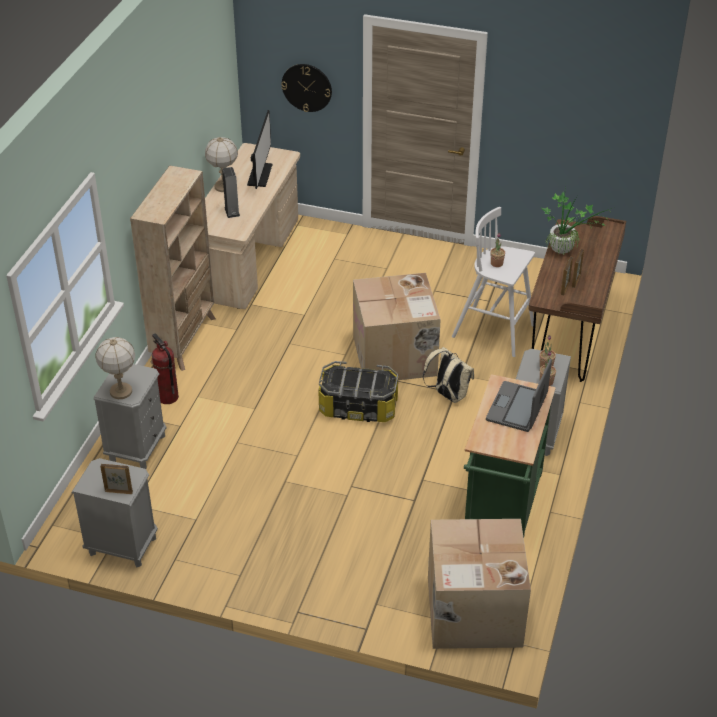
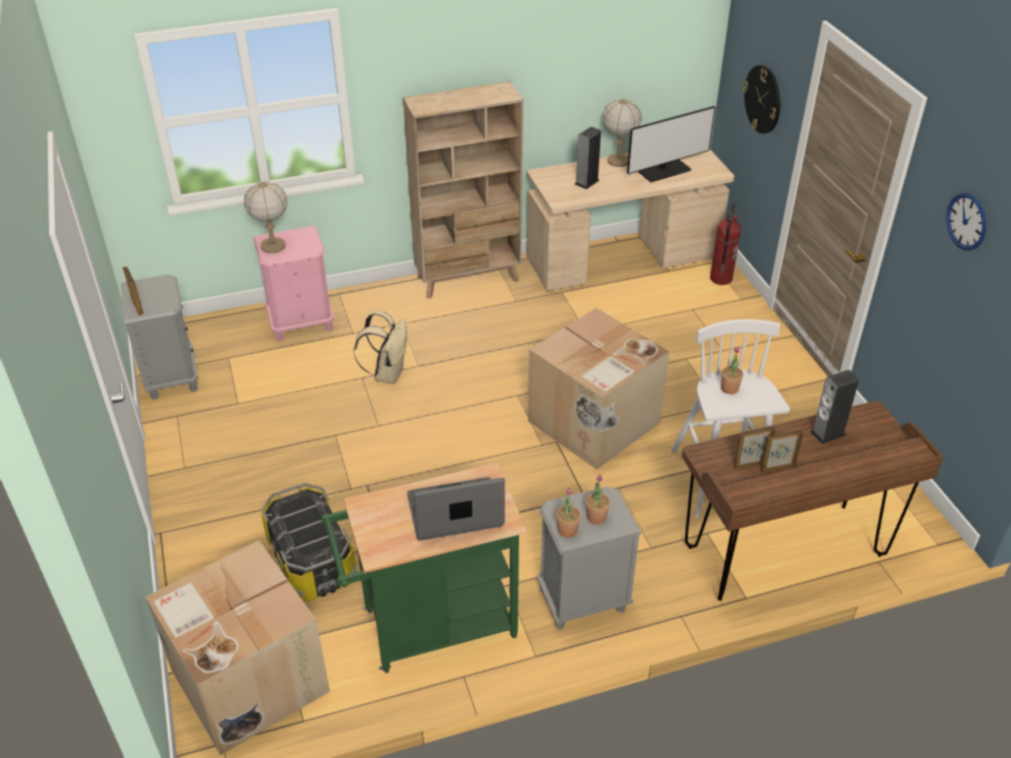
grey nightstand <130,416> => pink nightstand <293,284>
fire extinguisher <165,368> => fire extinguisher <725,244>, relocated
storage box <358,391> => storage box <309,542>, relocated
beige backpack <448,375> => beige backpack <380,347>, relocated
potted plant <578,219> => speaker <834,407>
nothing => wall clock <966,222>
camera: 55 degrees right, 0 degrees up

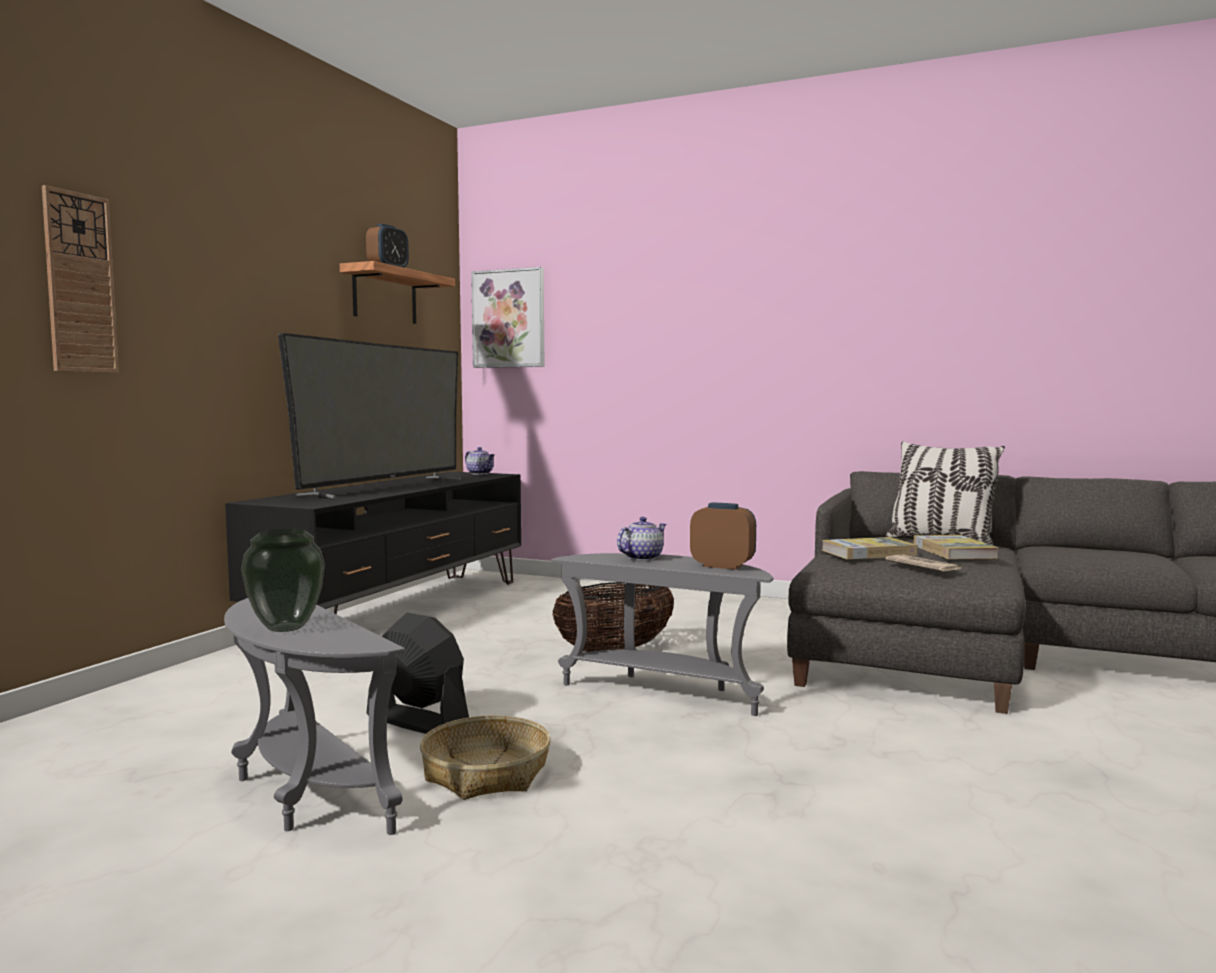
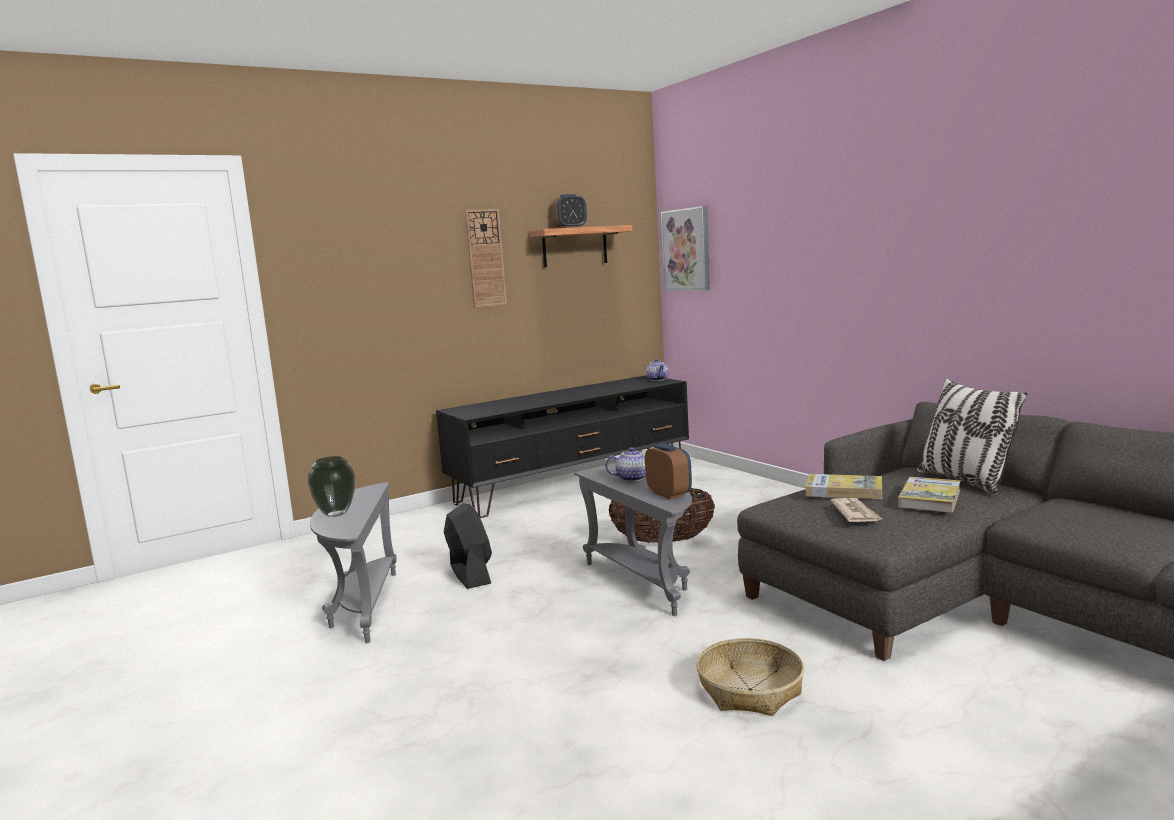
wall clock <80,279> => wall clock <486,258>, relocated
television <369,416> => nothing
basket <485,757> => basket <750,677>, relocated
camera: 35 degrees right, 5 degrees up

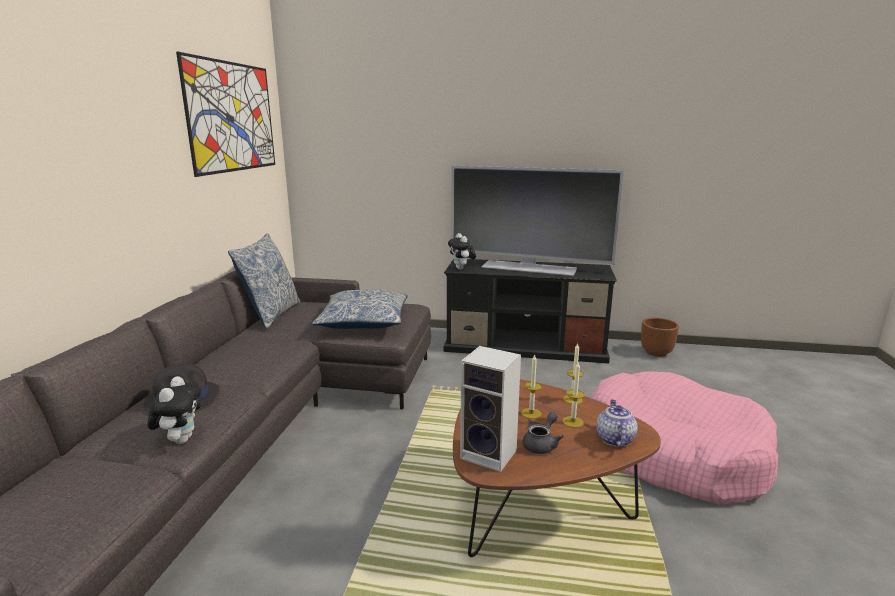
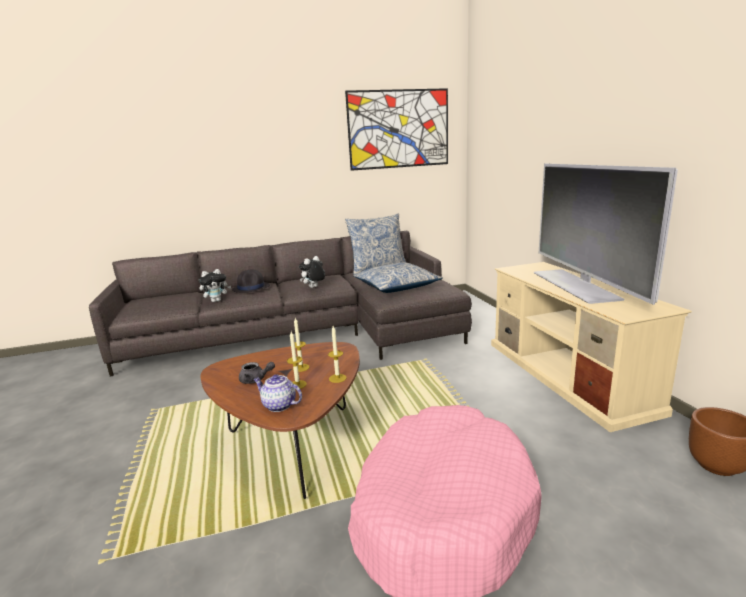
black tv stand <530,311> => beige tv stand <591,347>
plush toy <462,251> => plush toy <312,272>, relocated
speaker <490,409> => nothing
teapot <617,423> => teapot <277,393>, 135 degrees counterclockwise
camera: 65 degrees right, 0 degrees up

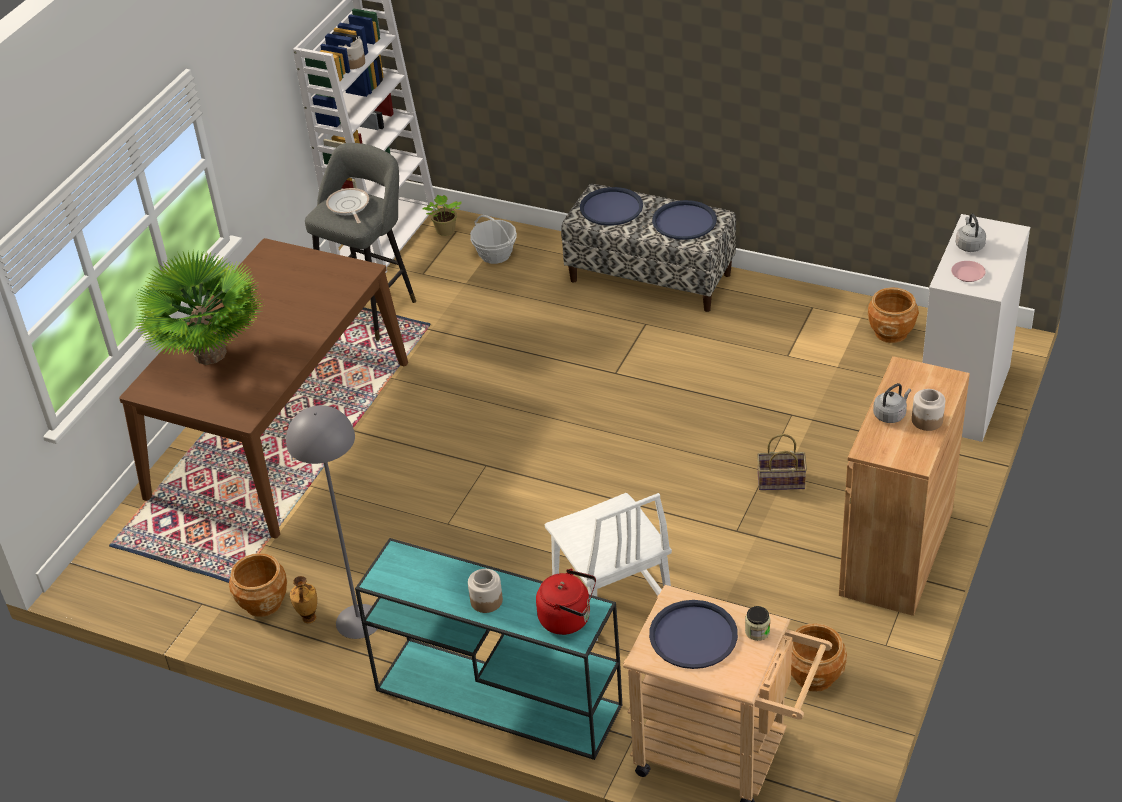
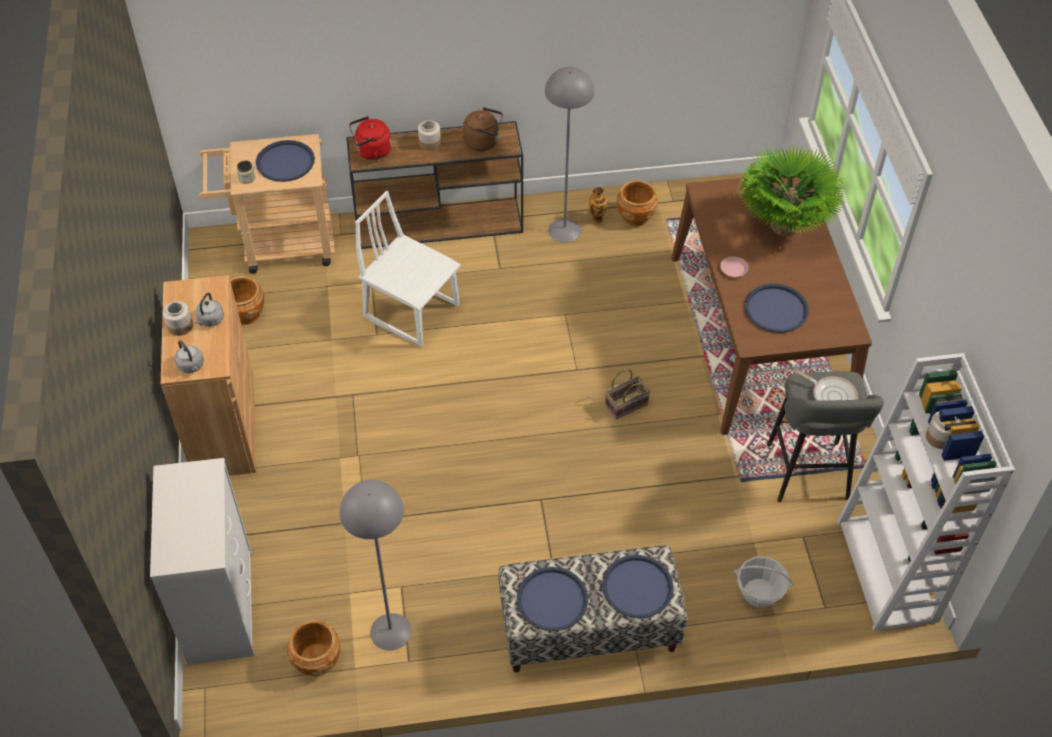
turquoise console table <488,649> => brown console table <434,185>
potted plant <442,215> => nothing
basket <782,462> => basket <627,394>, relocated
pink plate <968,271> => pink plate <734,266>, relocated
grey kettle <971,233> => grey kettle <189,356>, relocated
nothing => grey floor lamp <375,565>
nothing => brown kettle <483,129>
nothing => blue tray <777,308>
camera: 145 degrees right, 10 degrees up

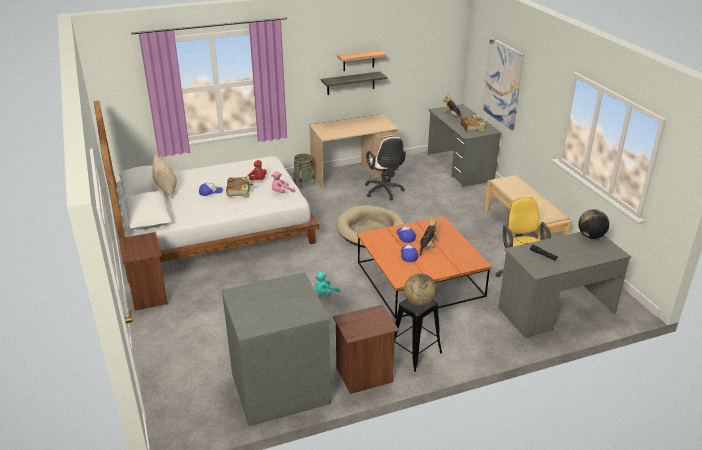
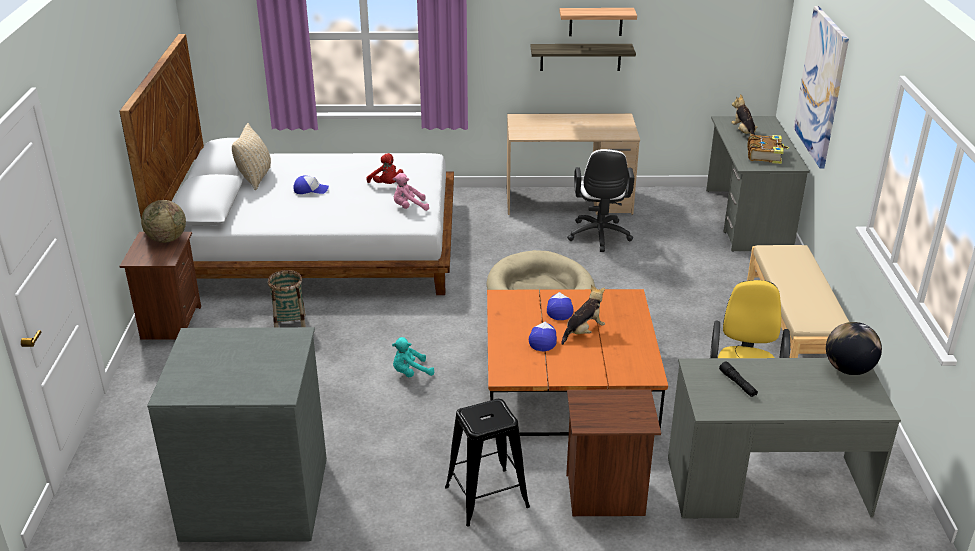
book <240,186> => nothing
basket <304,171> => basket <287,298>, relocated
brown nightstand <366,349> => brown nightstand <613,452>, relocated
globe <420,290> => globe <163,221>, relocated
camera: 20 degrees right, 0 degrees up

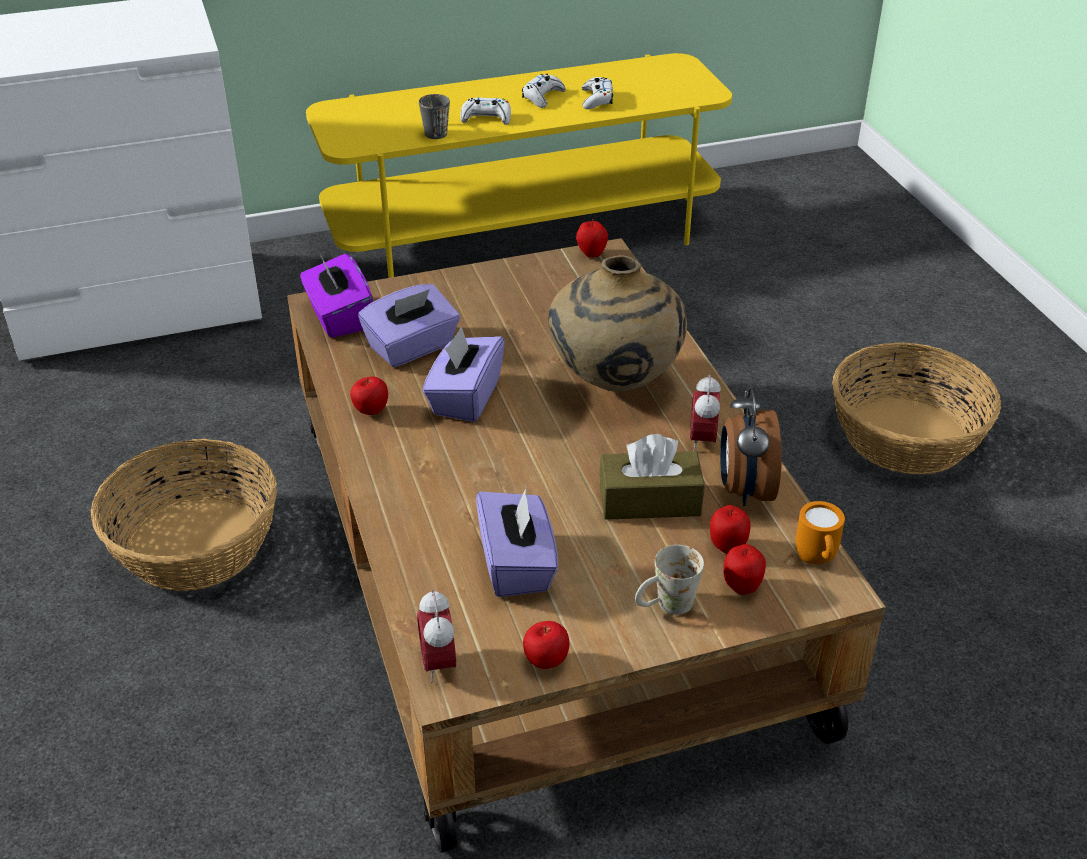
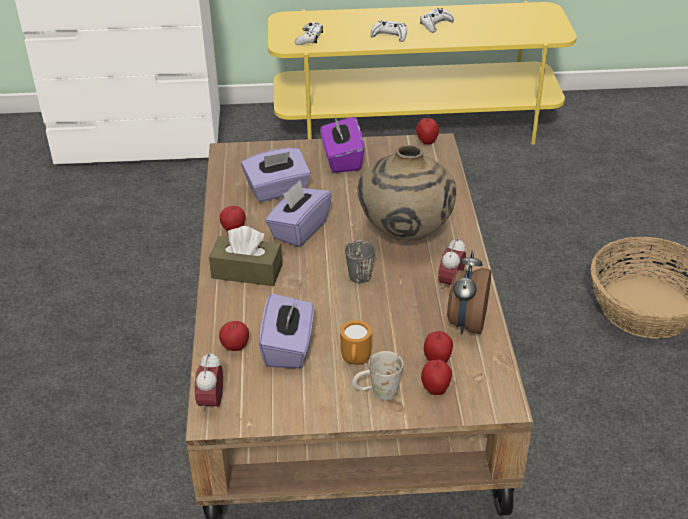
basket <184,514> => nothing
purple tissue box <336,296> => purple tissue box <343,144>, relocated
grey mug <434,116> => grey mug <360,261>, relocated
apple <546,645> => apple <234,336>, relocated
white game controller <597,93> => white game controller <309,33>, relocated
brown tissue box <652,477> => brown tissue box <246,256>, relocated
orange mug <820,532> => orange mug <356,342>, relocated
camera: 15 degrees right, 0 degrees up

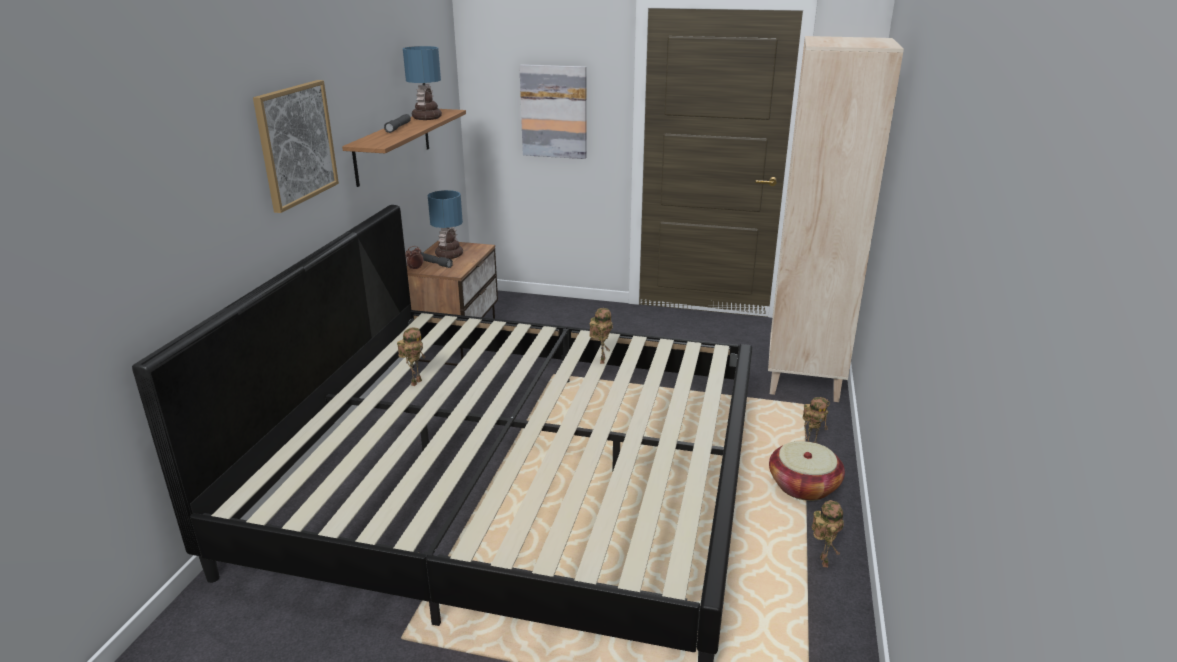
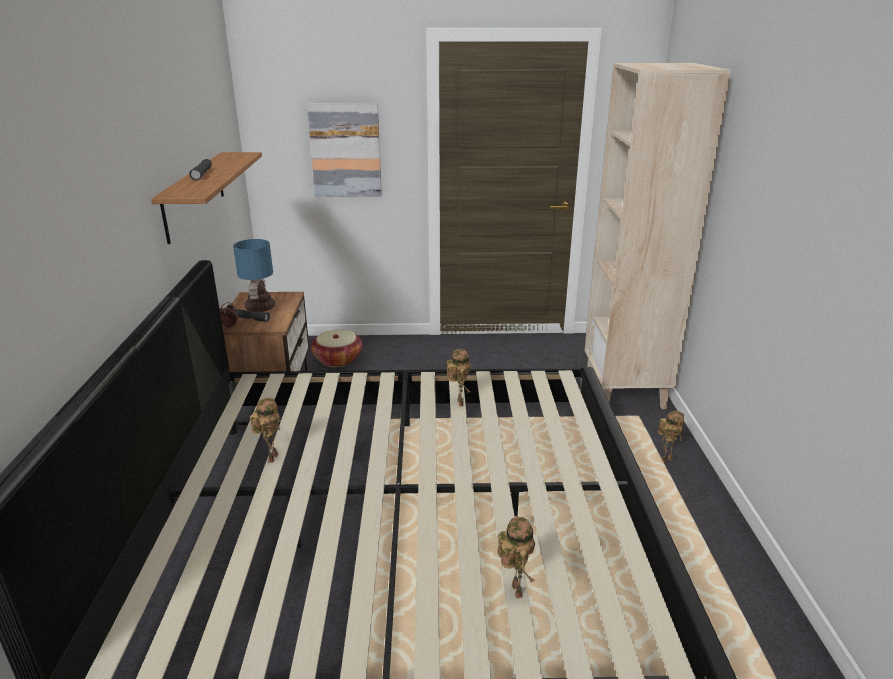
picture <296,146> => nothing
table lamp <422,83> => nothing
basket <807,471> => basket <337,348>, relocated
toy robot <827,533> => toy robot <516,557>, relocated
camera: 15 degrees left, 0 degrees up

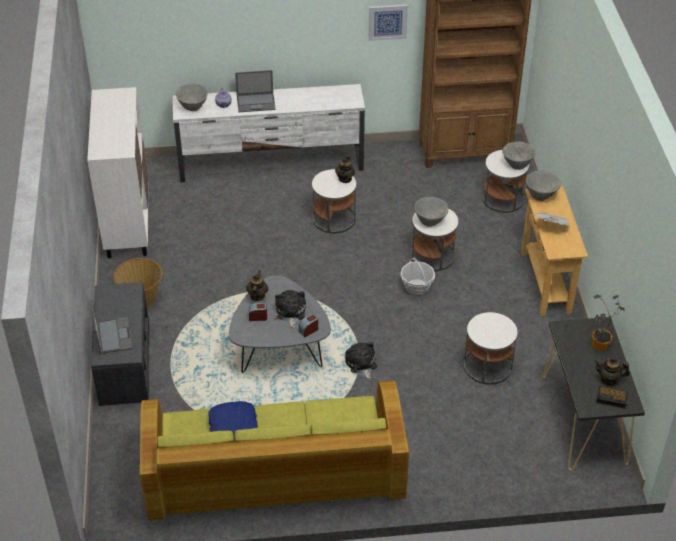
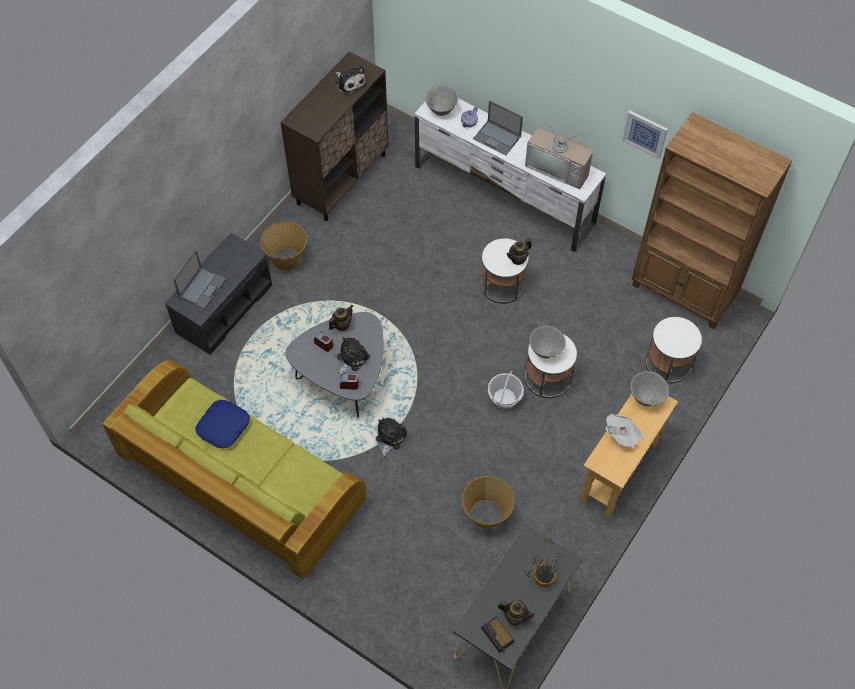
white cabinet <117,173> => brown cabinet <334,136>
white side table <490,348> => basket <488,502>
grey bowl <518,155> => nothing
teapot <612,371> => teapot <516,612>, 150 degrees clockwise
nothing => plush toy <350,80>
nothing => television <559,154>
camera: 40 degrees right, 15 degrees up

